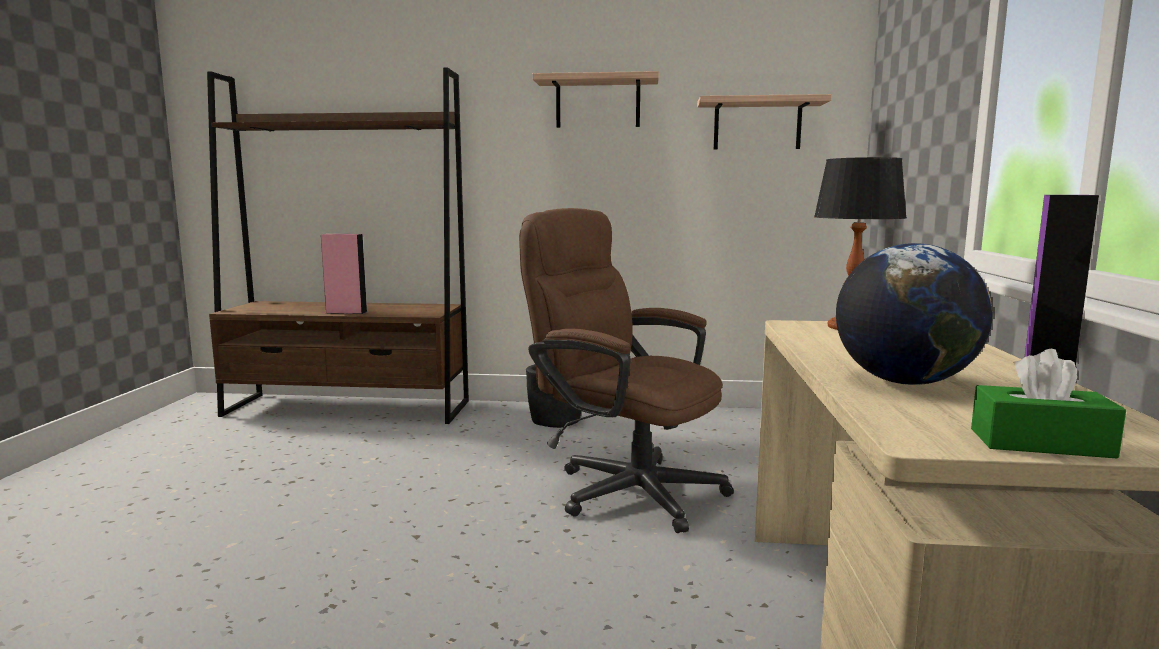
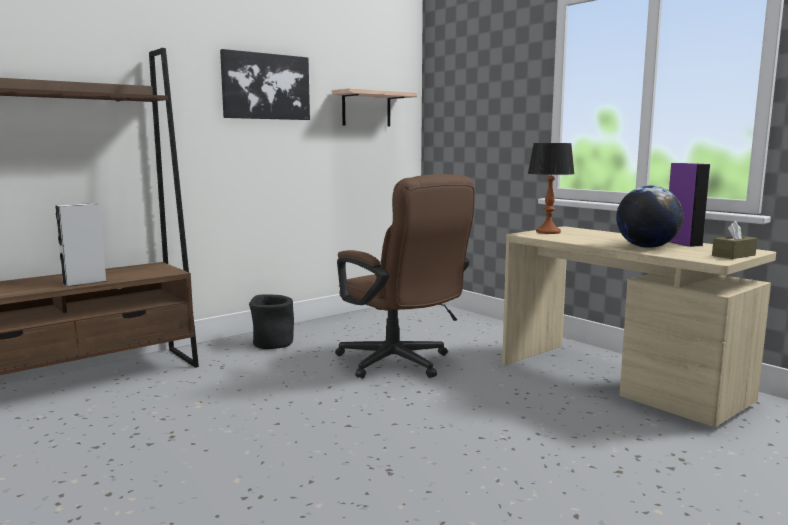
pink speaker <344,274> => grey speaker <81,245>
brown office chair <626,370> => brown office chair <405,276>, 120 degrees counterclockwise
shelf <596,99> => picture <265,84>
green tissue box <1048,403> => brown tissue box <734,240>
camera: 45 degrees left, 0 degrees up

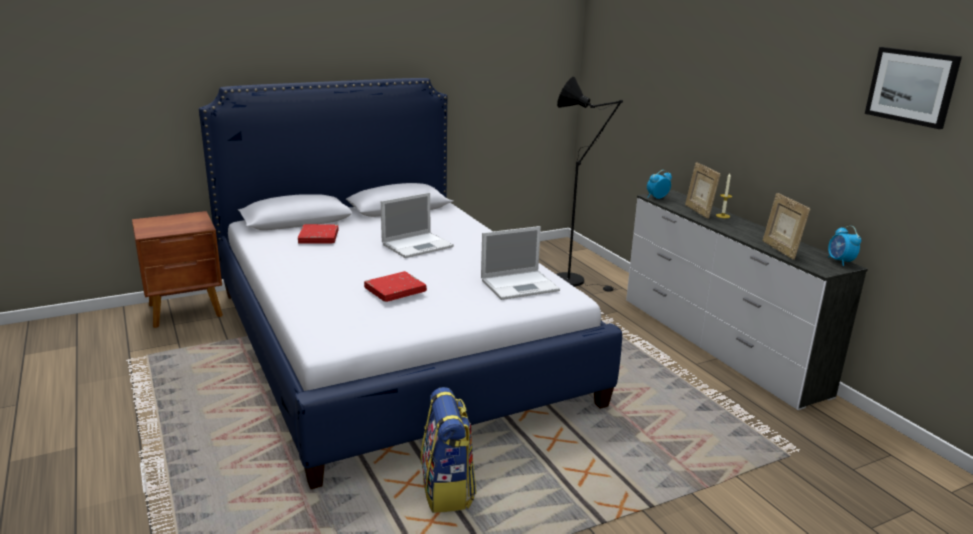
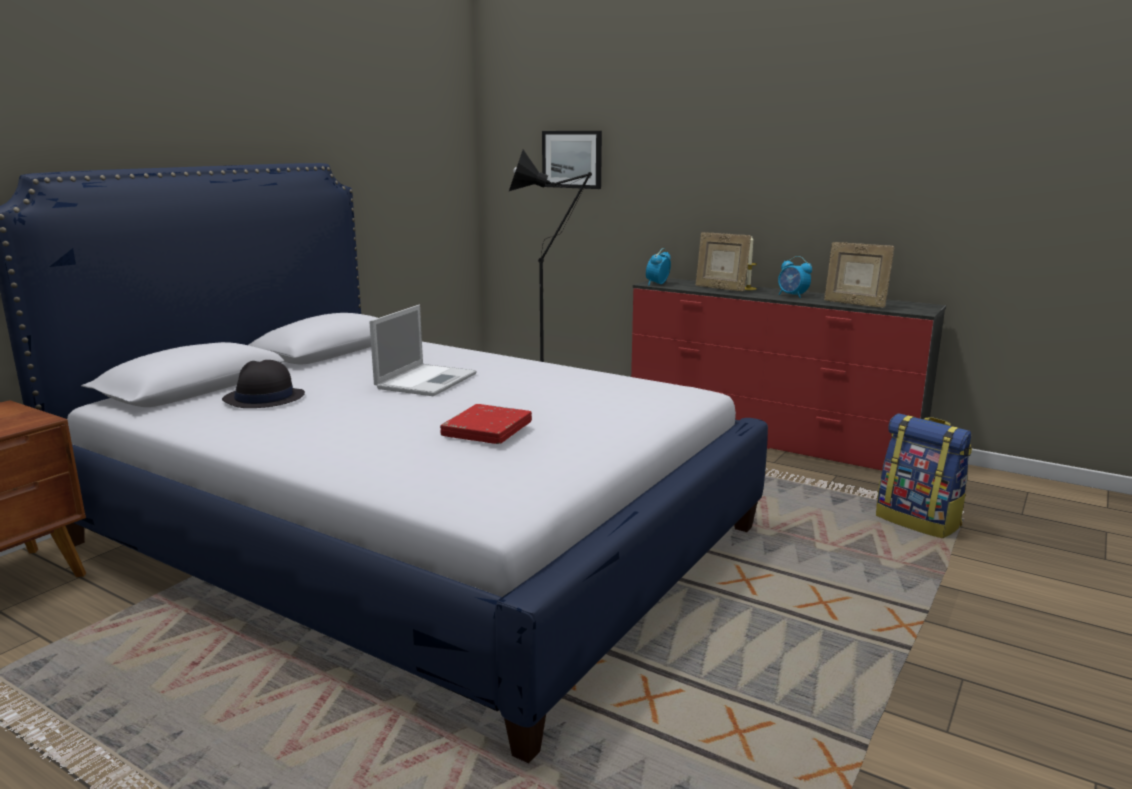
red book <318,234> => black hat <263,384>
backpack <448,450> => backpack <924,475>, relocated
laptop <520,263> => nothing
white dresser <747,300> => red dresser <788,374>
alarm clock <844,246> => alarm clock <795,277>, relocated
picture <913,88> => picture <572,160>, relocated
camera: 30 degrees left, 5 degrees down

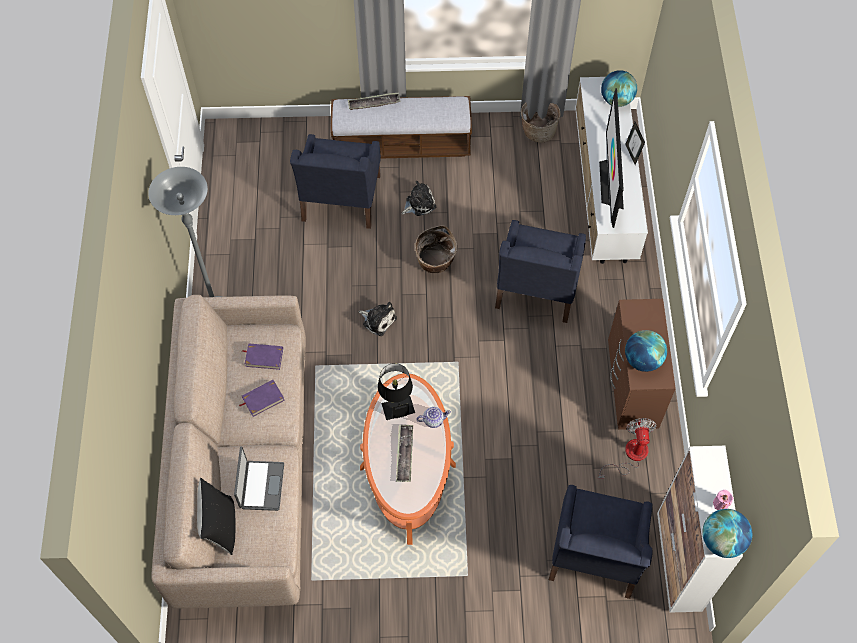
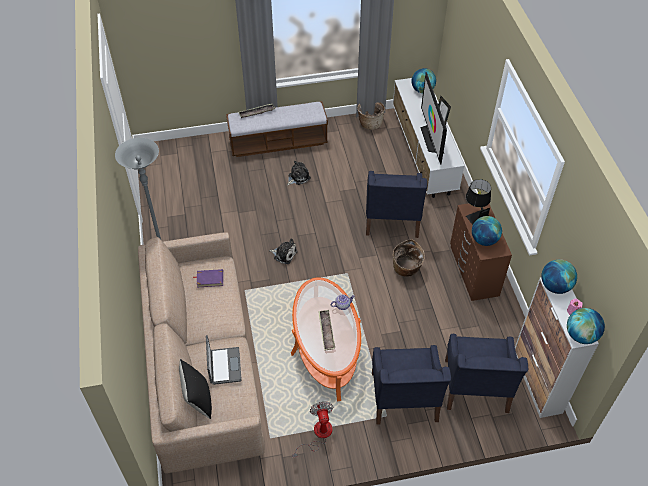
purple book <262,398> => nothing
blue armchair <335,181> => blue armchair <411,385>, relocated
black table lamp <396,391> => black table lamp <478,202>, relocated
basket <436,249> => basket <409,258>, relocated
fan <627,448> => fan <312,429>, relocated
nothing => globe <559,276>
camera: 10 degrees left, 10 degrees down

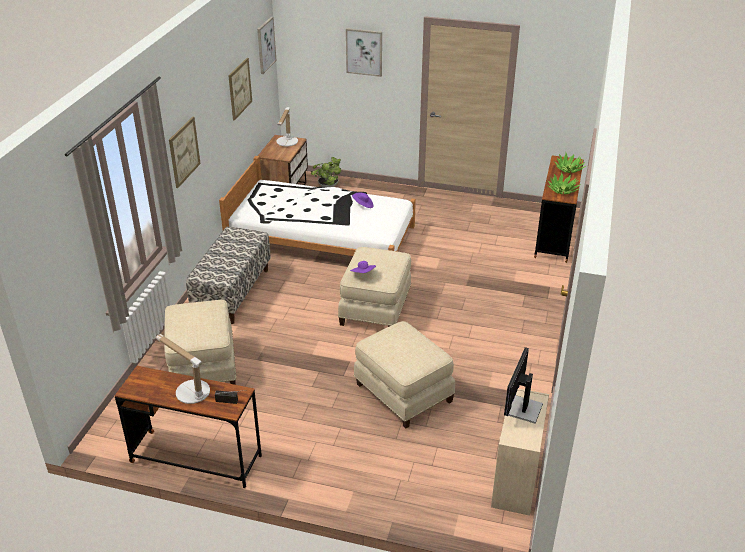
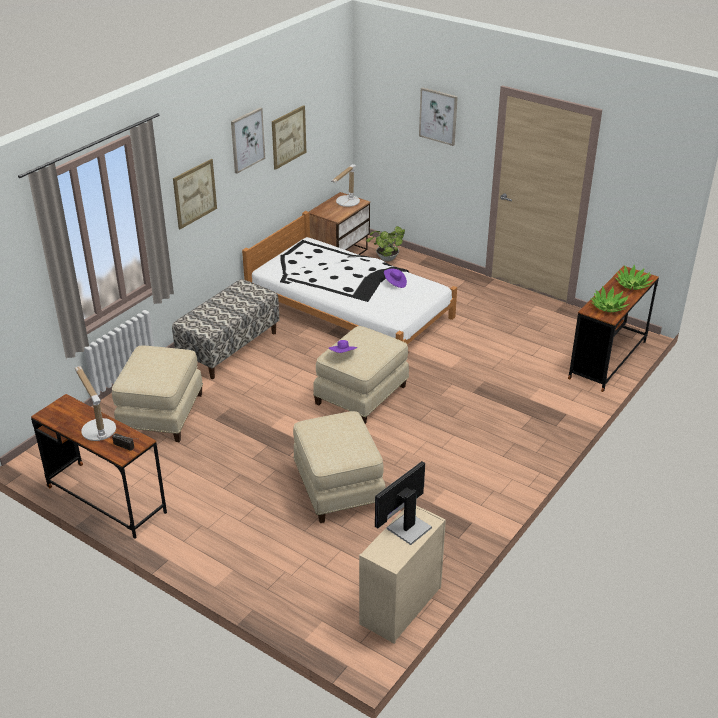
picture <267,45> => picture <248,140>, relocated
camera: 20 degrees right, 0 degrees up

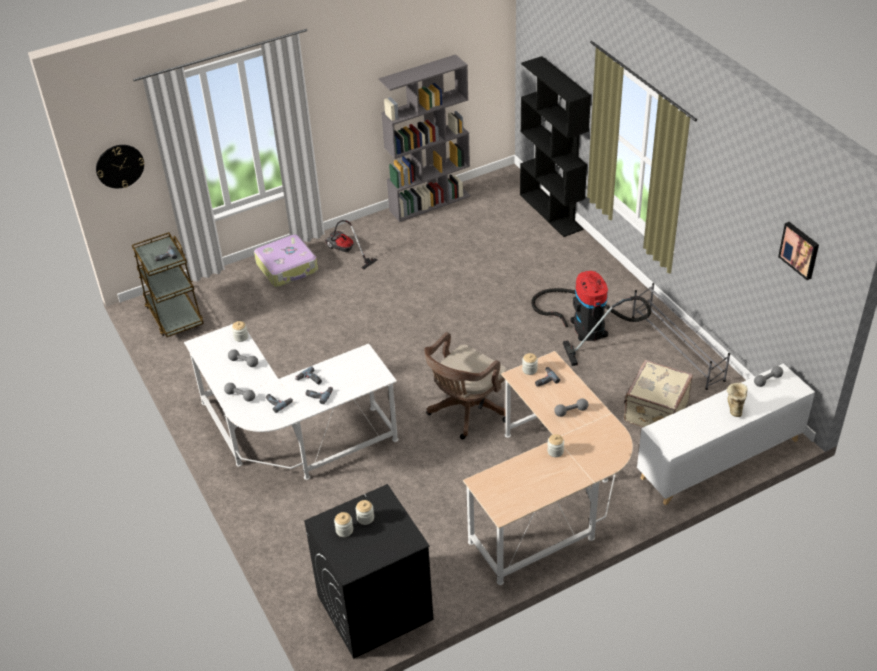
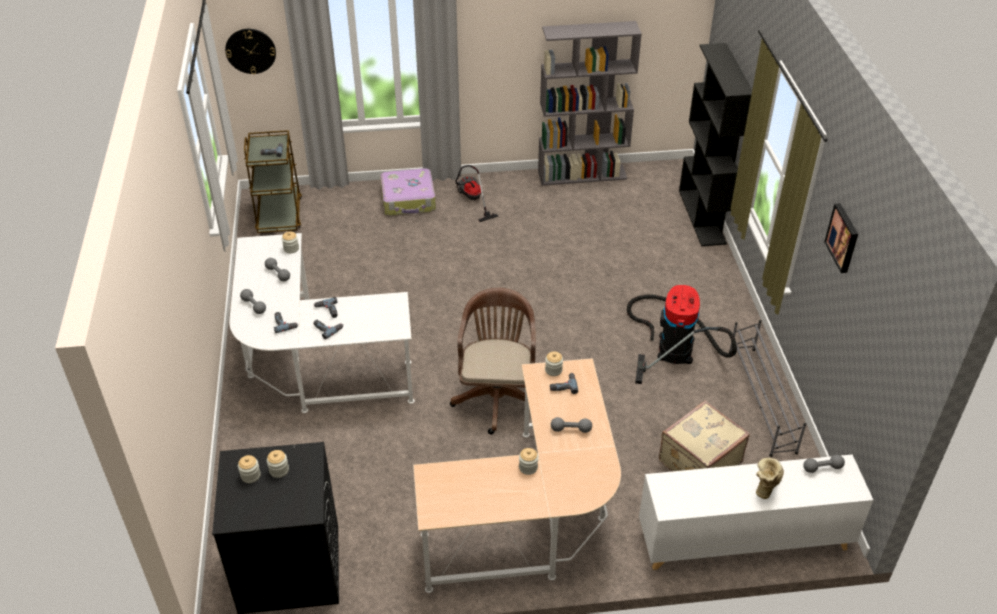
brown office chair <465,386> => brown office chair <493,361>, 120 degrees clockwise
picture <798,251> => picture <841,238>, relocated
camera: 20 degrees right, 0 degrees up

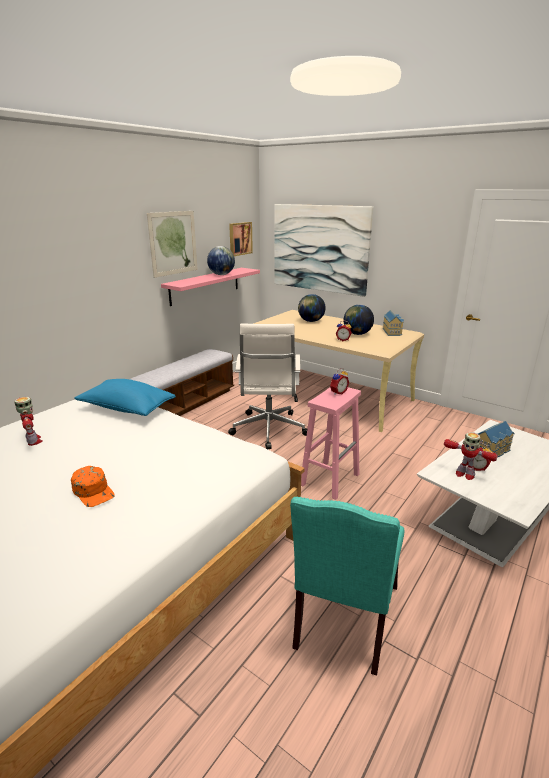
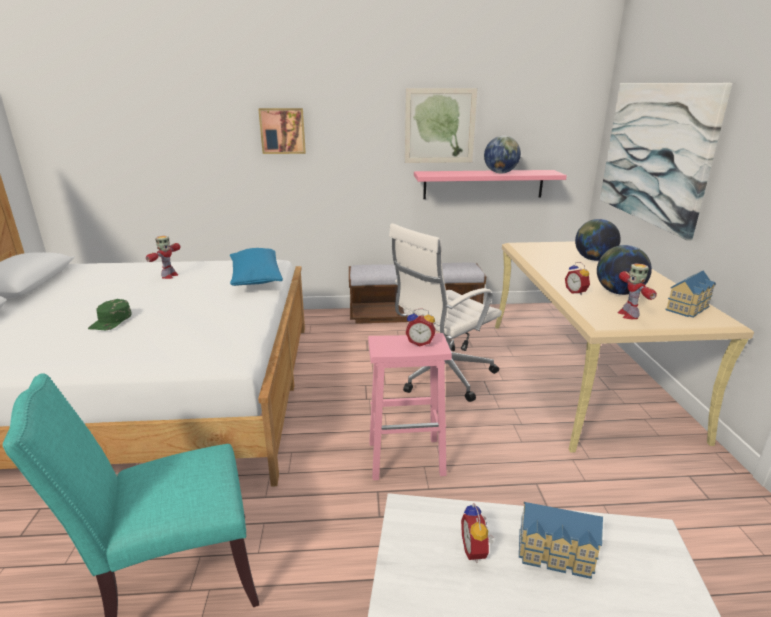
orange cap <93,486> => green cap <110,314>
picture <241,239> => picture <282,131>, relocated
toy robot <471,456> => toy robot <637,291>, relocated
camera: 50 degrees right, 0 degrees up

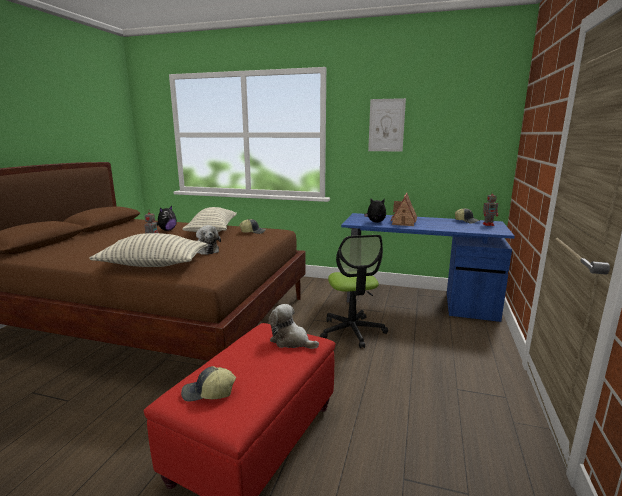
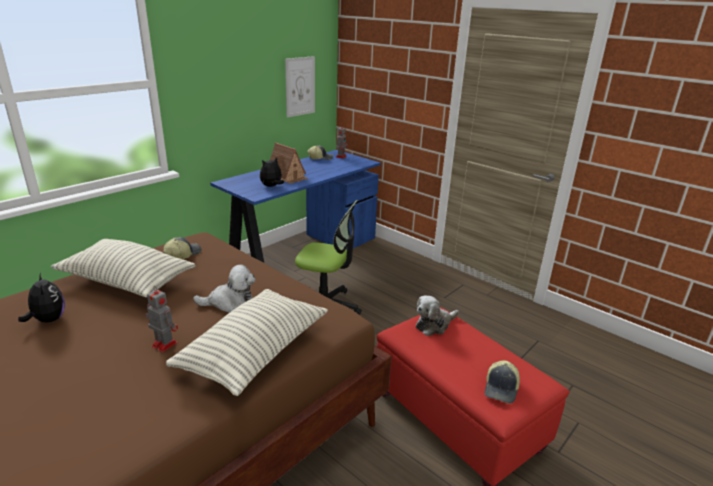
picture <387,125> => picture <300,86>, relocated
camera: 65 degrees left, 10 degrees up

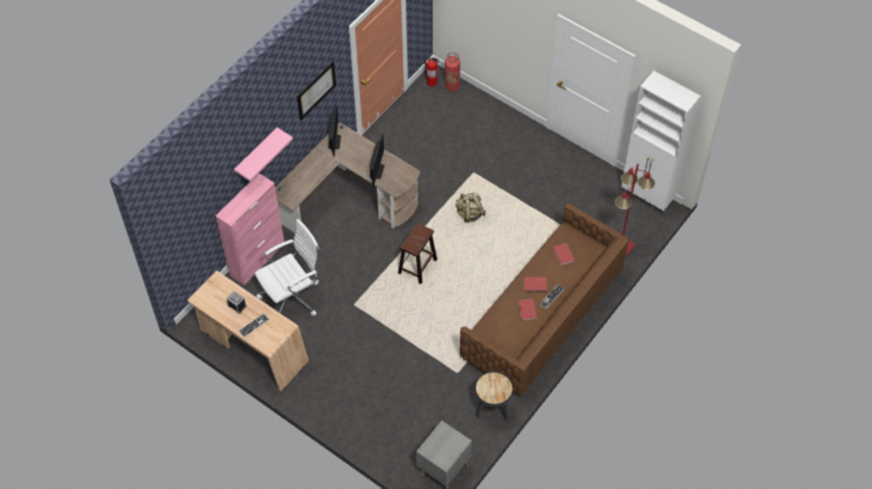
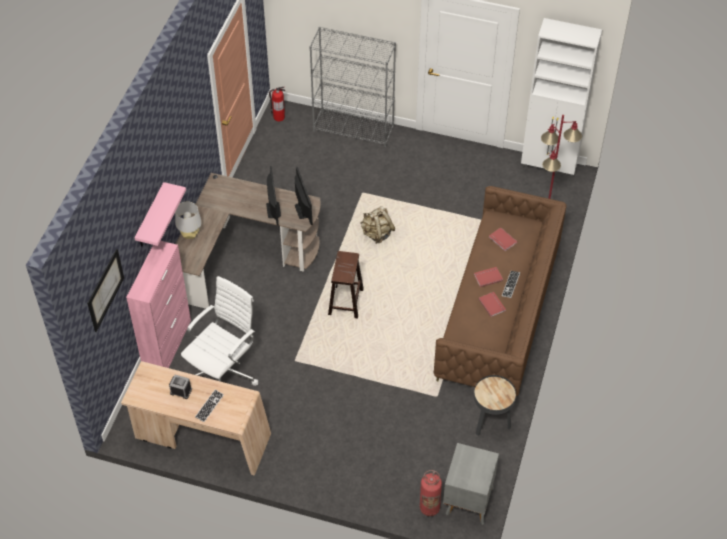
picture <316,91> => picture <105,290>, relocated
monitor <334,130> => monitor <304,196>, relocated
fire extinguisher <452,72> => fire extinguisher <431,493>, relocated
nothing => grey table lamp <188,220>
nothing => grey bookcase <352,87>
camera: 20 degrees left, 5 degrees down

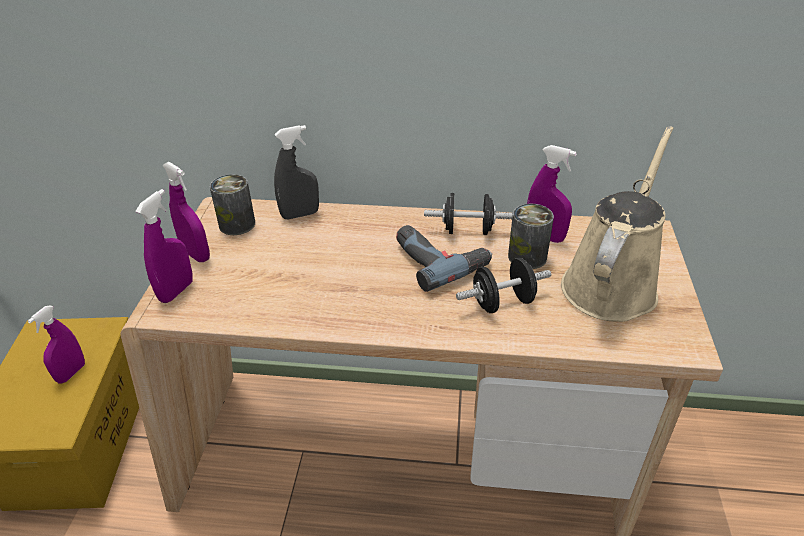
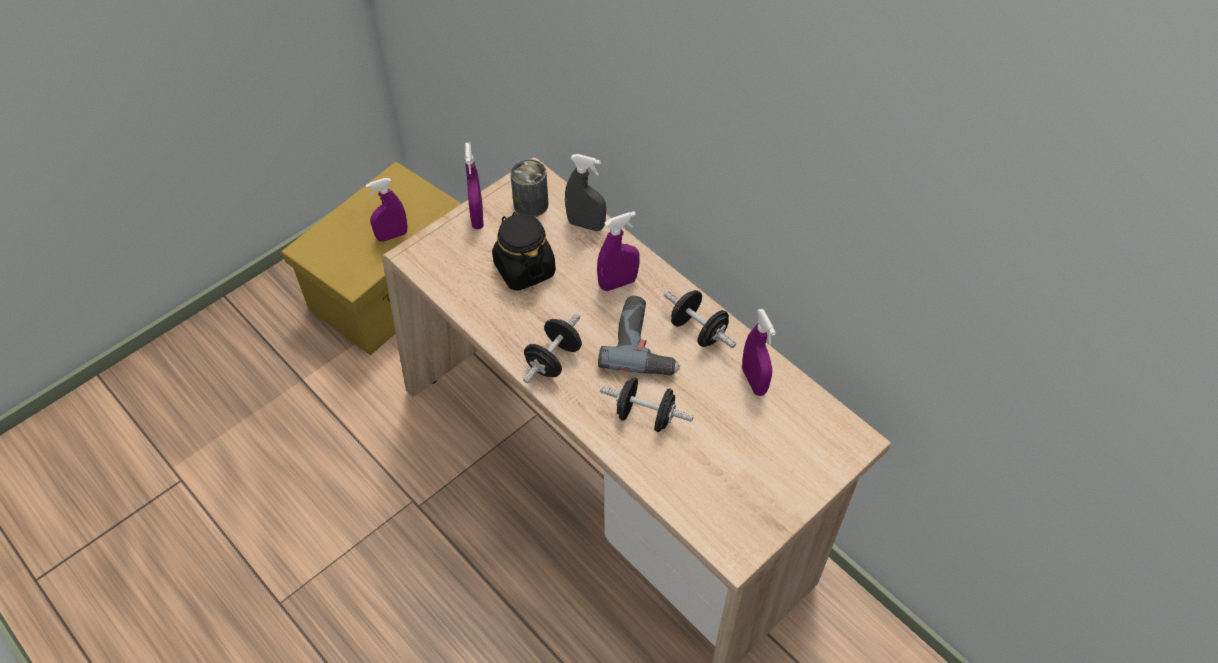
purple spray bottle <164,246> => purple spray bottle <618,251>, relocated
can <531,236> => nothing
beige watering can <617,224> => nothing
nothing => black jar <524,251>
nothing => black dumbbell <552,348>
camera: 40 degrees right, 15 degrees up

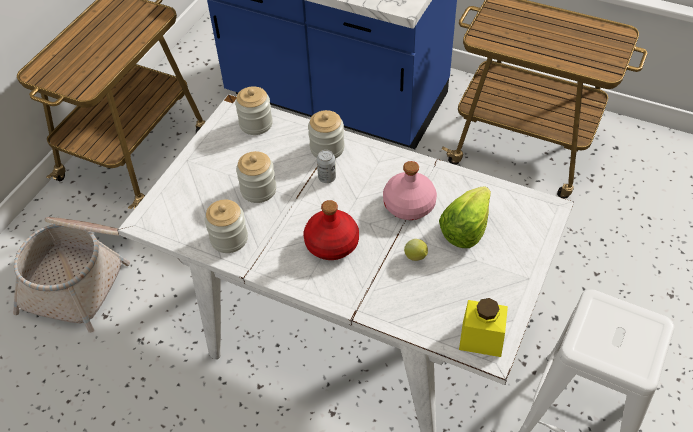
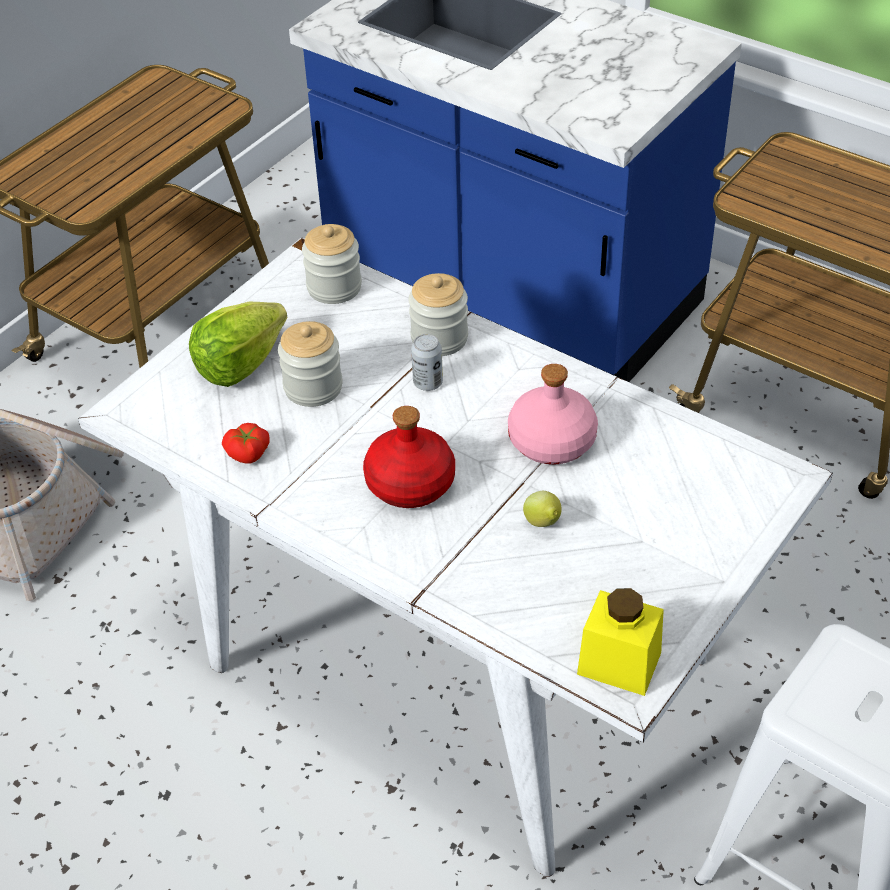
jar <226,226> => tomato <246,443>
lettuce <465,217> => lettuce <238,344>, relocated
camera: 10 degrees right, 5 degrees down

